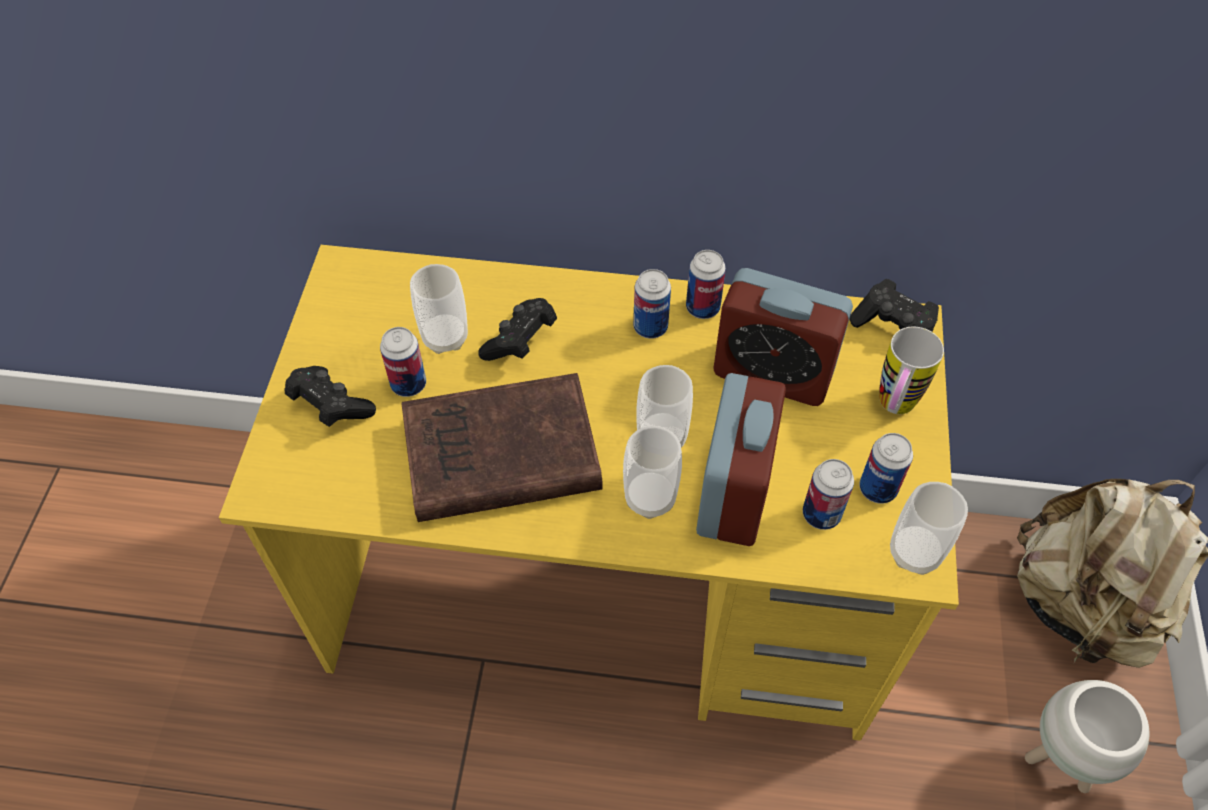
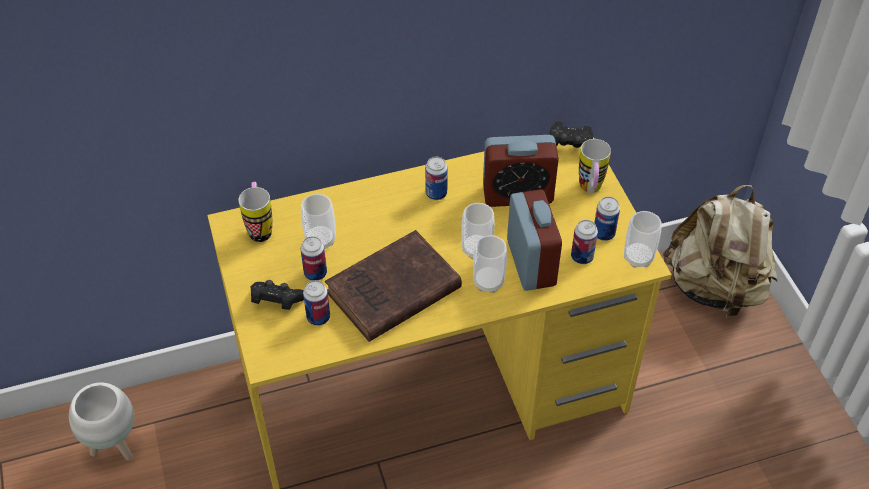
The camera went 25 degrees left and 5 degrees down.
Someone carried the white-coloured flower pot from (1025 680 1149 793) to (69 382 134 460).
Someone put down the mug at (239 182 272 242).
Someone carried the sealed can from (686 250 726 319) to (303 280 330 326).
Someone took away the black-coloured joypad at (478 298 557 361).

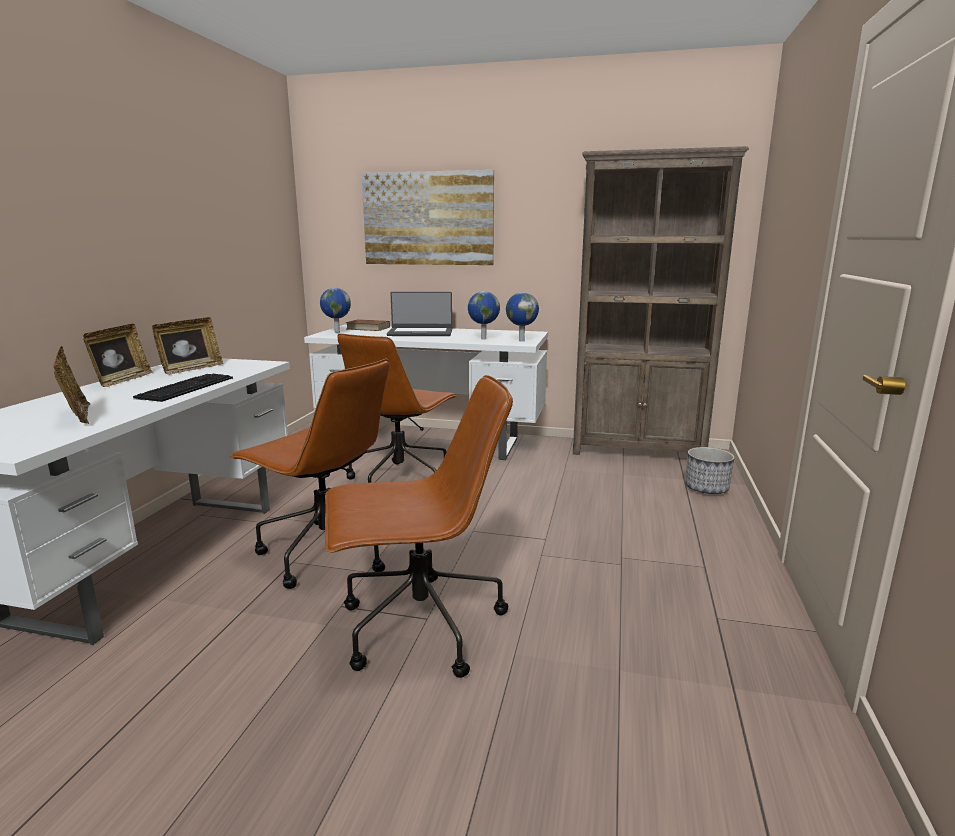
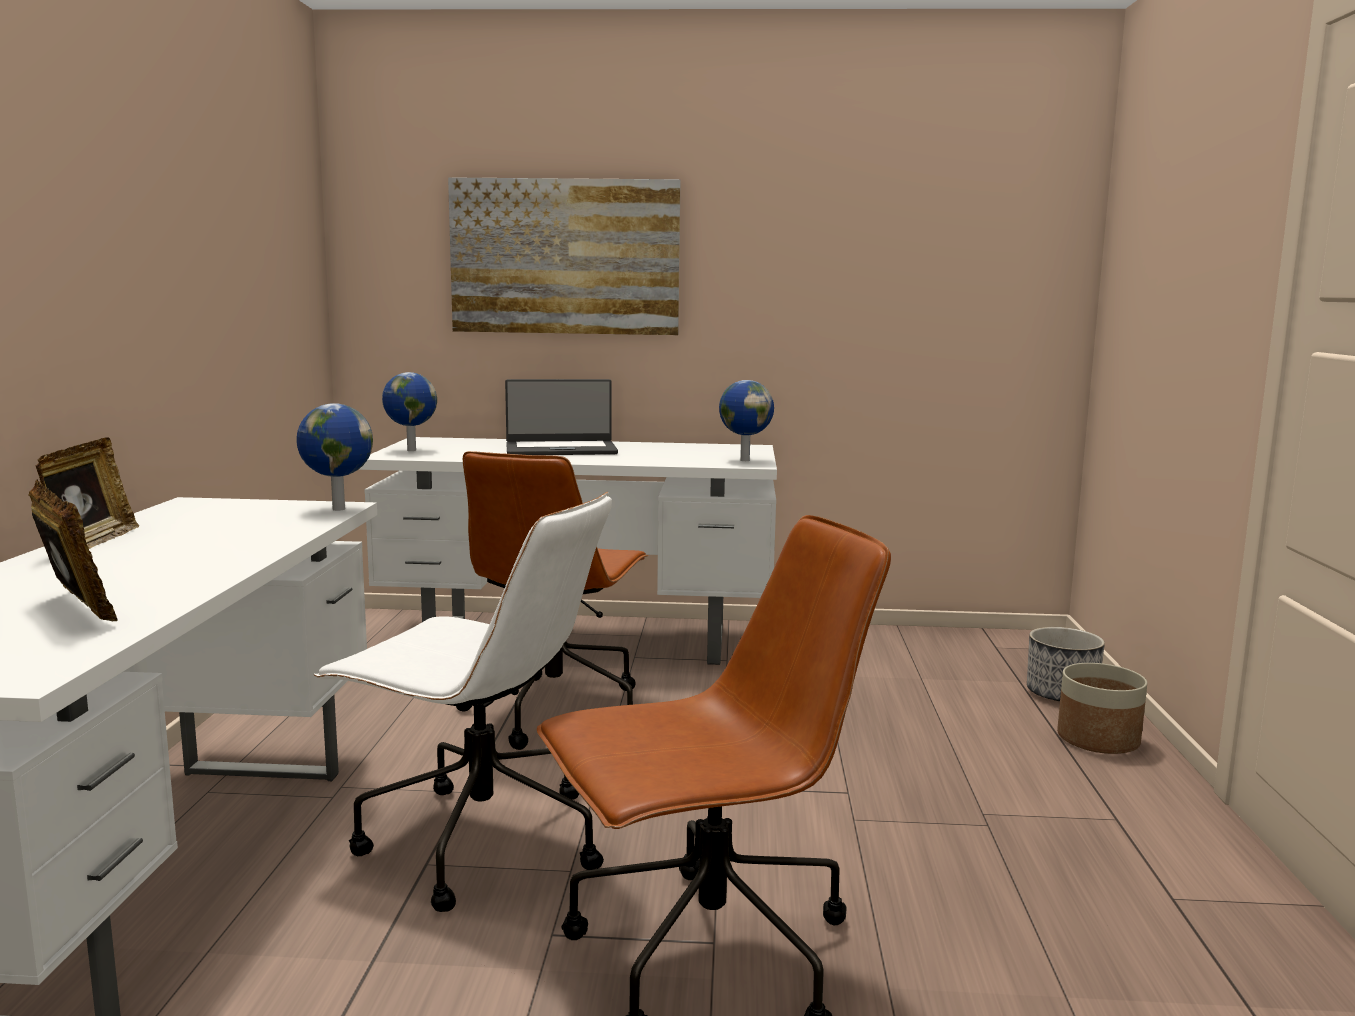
The camera went 10 degrees left and 5 degrees down.
Someone carried the desk globe from (468 291 500 339) to (296 403 373 511).
Someone repainted the brown office chair at (230 359 389 589), which became the white-coloured office chair at (314 492 612 912).
Someone put down the flower pot at (1057 663 1147 754).
Someone took away the keyboard at (133 374 233 402).
Someone took away the standing frame at (152 317 223 374).
Someone took away the brown book at (345 319 390 331).
Someone took away the brown bookcase at (573 146 749 455).

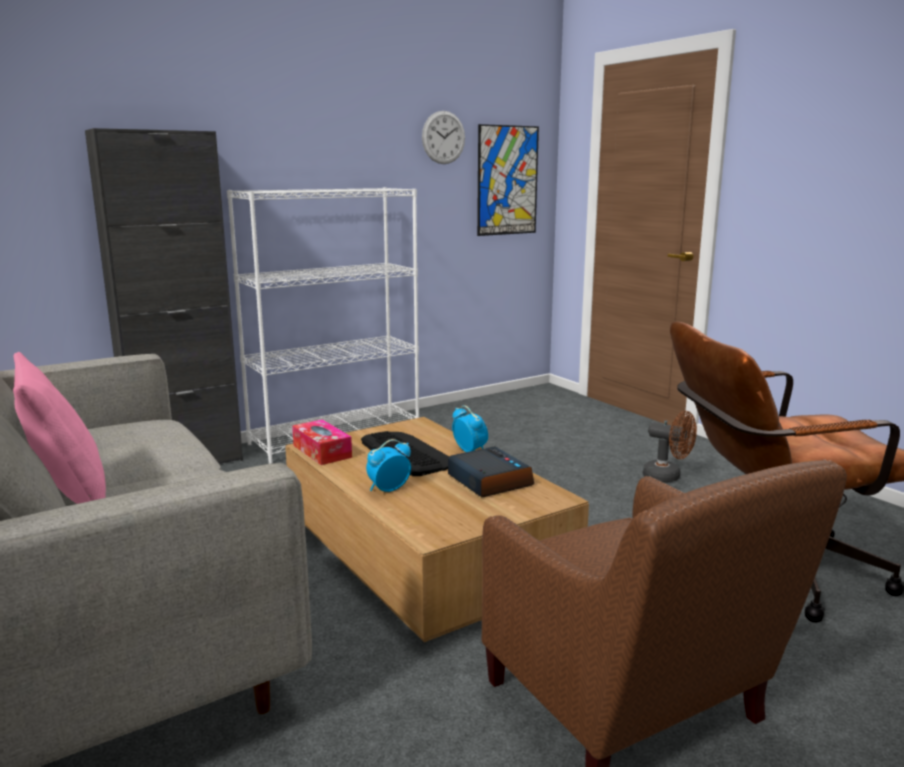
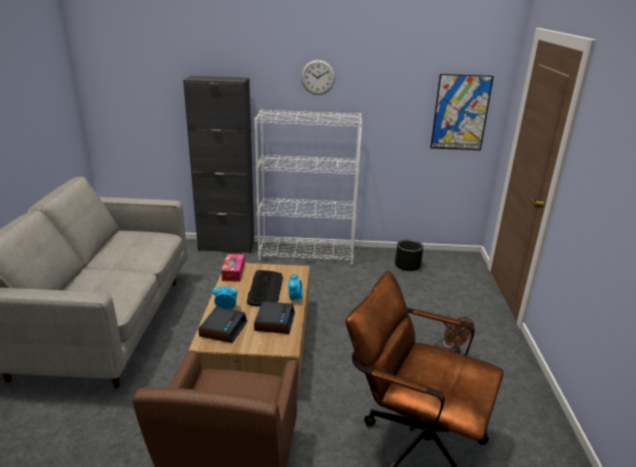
The camera went 35 degrees right and 10 degrees up.
Someone put down the bedside clock at (198 307 247 343).
Someone carried the wall clock from (422 111 465 164) to (301 60 335 95).
Someone put down the black-coloured flower pot at (395 239 424 271).
Someone took away the pinkish throw pillow at (13 352 106 504).

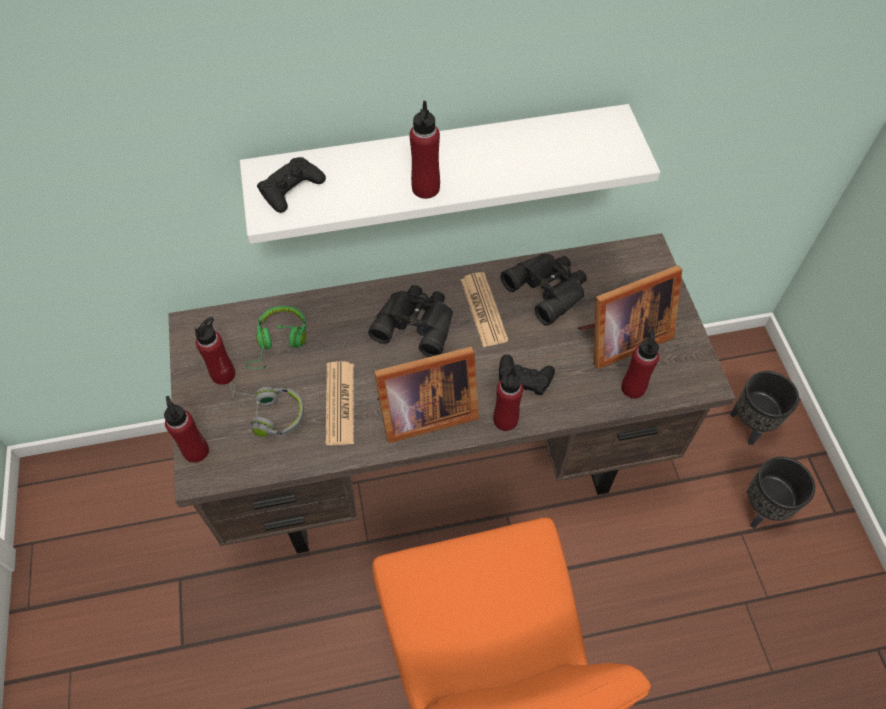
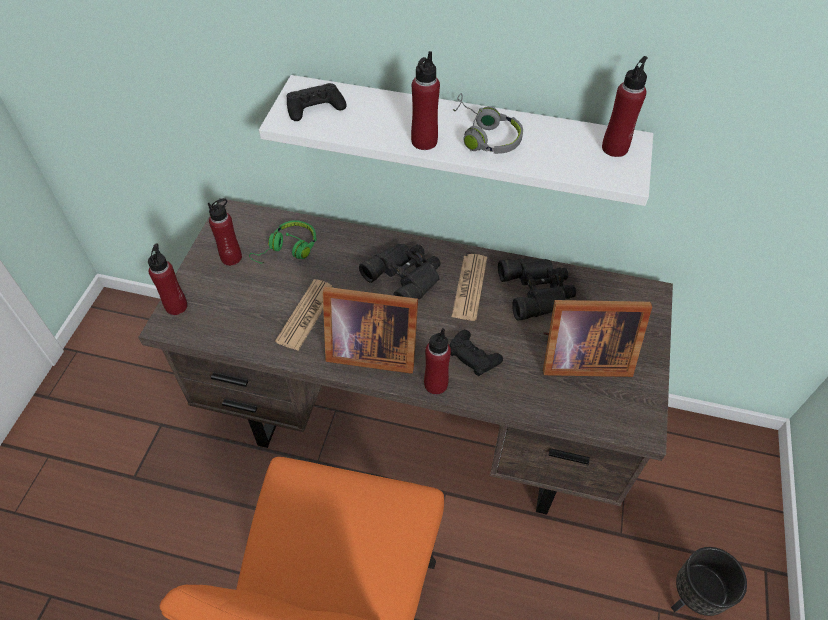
The camera went 25 degrees right and 5 degrees down.
Someone carried the greyish headphones from (230 381 304 437) to (453 93 523 154).
Someone carried the reddish beverage bottle from (621 329 659 399) to (602 56 648 157).
Someone took away the black-coloured flower pot at (730 371 799 445).

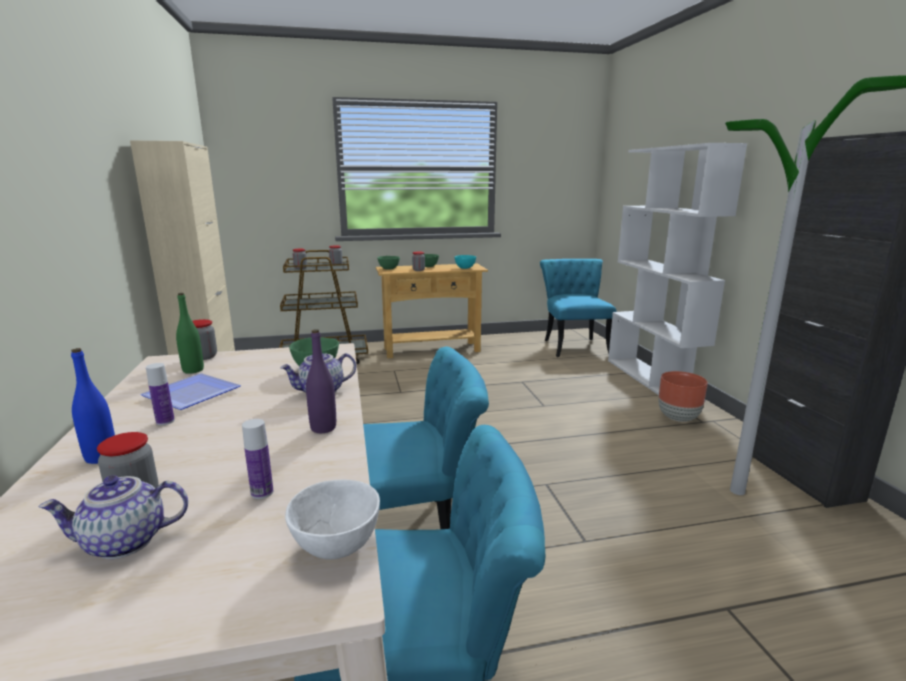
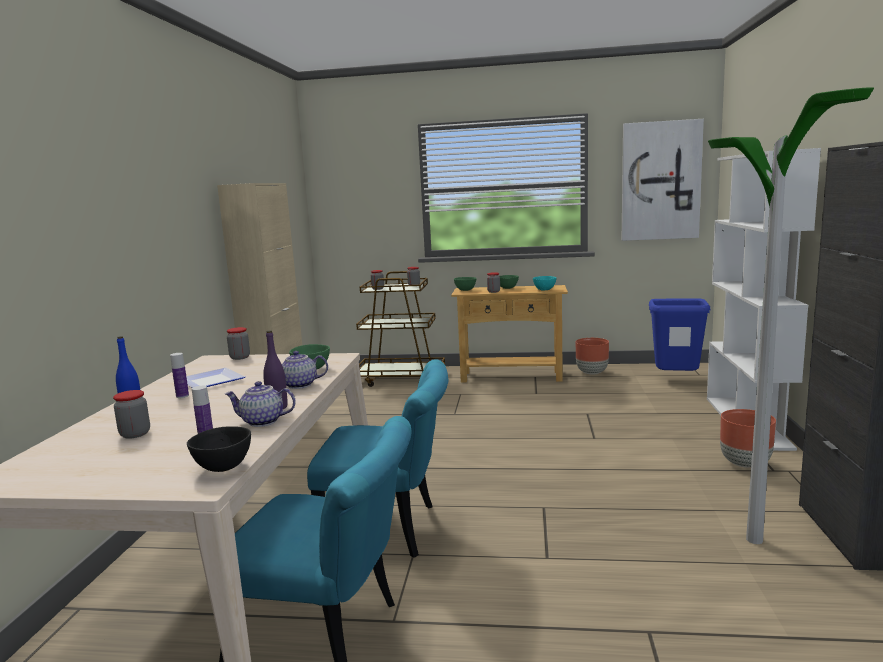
The camera went 20 degrees right and 5 degrees down.
Someone repainted the white-coloured deep dish at (285 479 380 560), which became the black-coloured deep dish at (187 426 251 472).
Someone carried the teapot from (38 475 188 559) to (225 381 296 427).
Someone put down the brown flower pot at (576 338 609 374).
Someone put up the wall picture at (622 119 704 241).
Someone swapped the blue-green upright chair at (540 259 616 357) for the bluish trash can at (649 298 710 371).
Someone took away the greenish beverage bottle at (176 293 204 374).

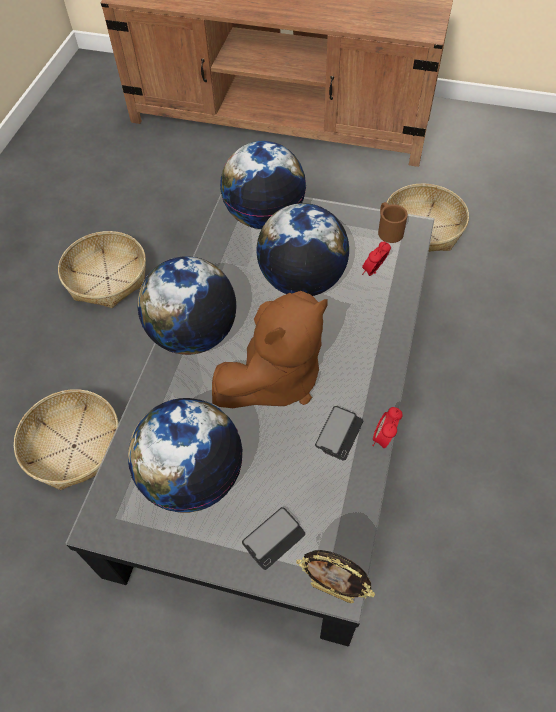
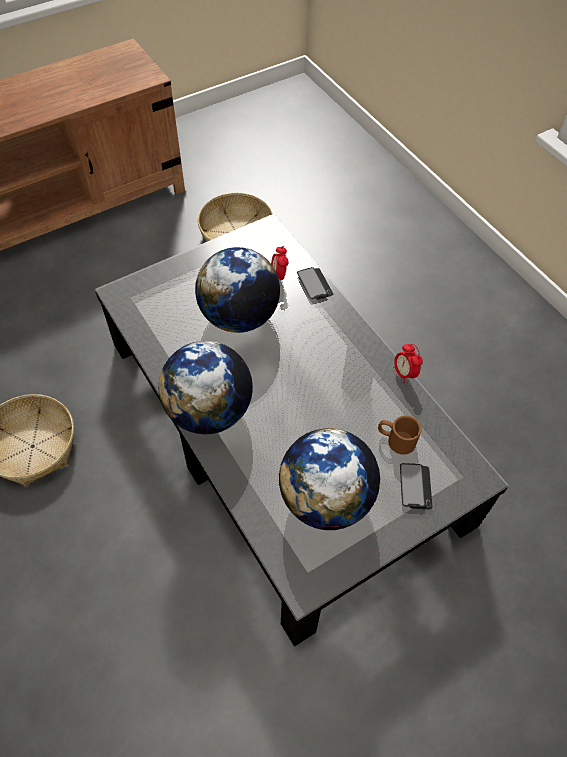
The camera went 50 degrees left and 0 degrees up.
Someone carried the phone from (315 406 363 460) to (297 267 333 300).
Someone carried the brown mug from (378 202 408 243) to (378 415 421 455).
Someone took away the household basket at (14 389 119 490).
Someone took away the brown cuddly toy at (212 291 328 408).
Someone took away the desk globe at (220 141 306 229).
Someone took away the standing frame at (296 550 375 603).

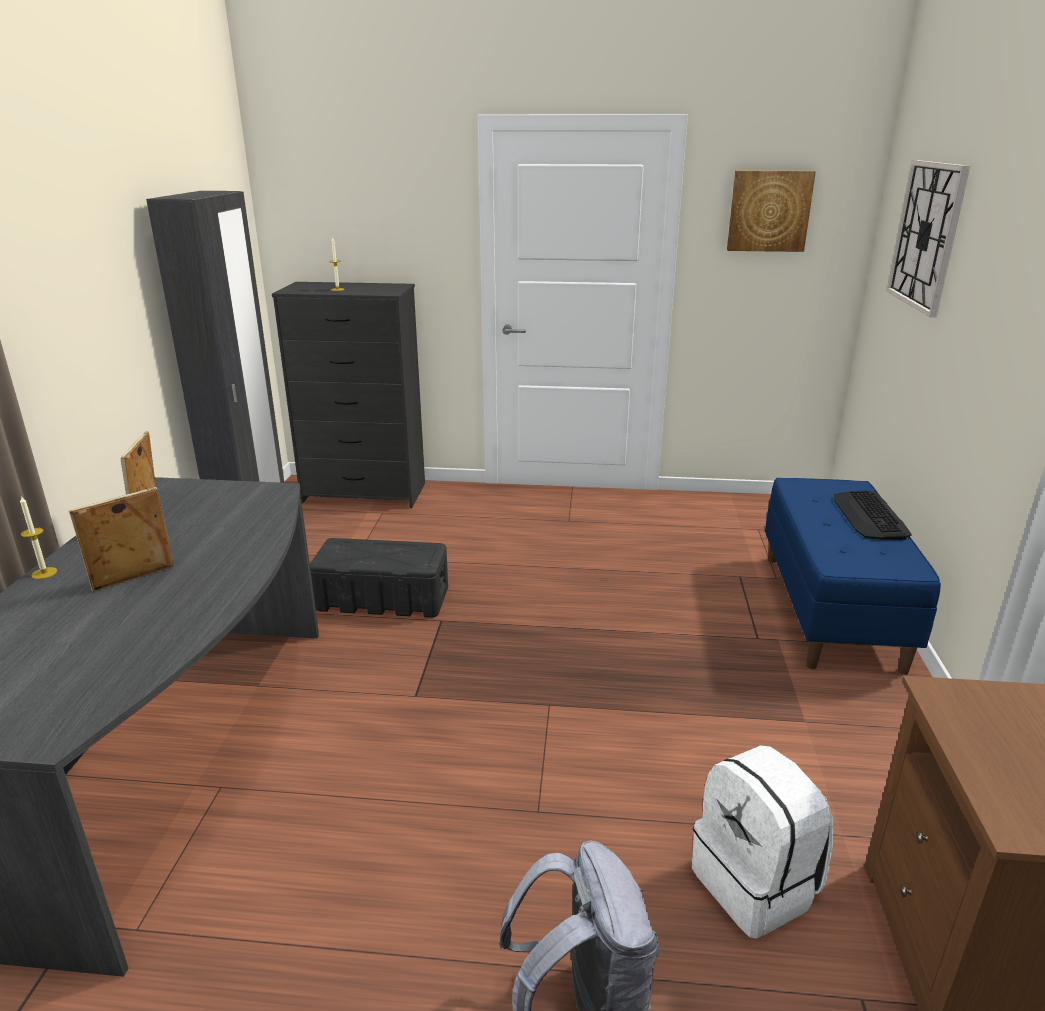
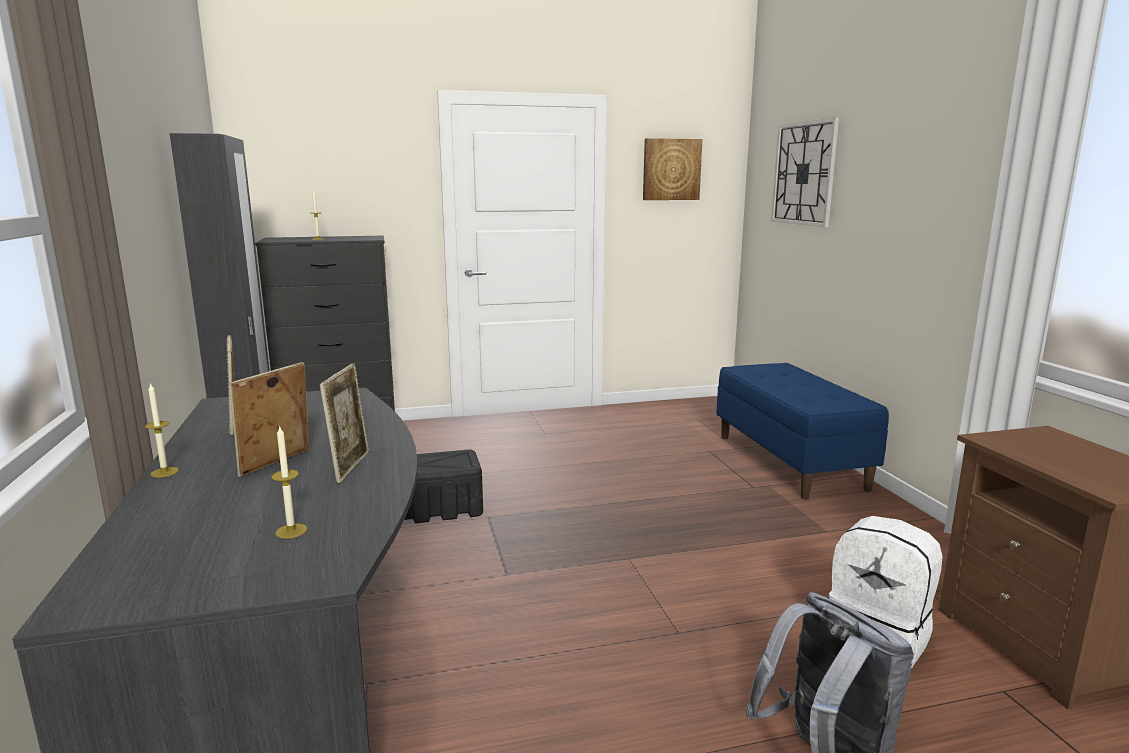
The camera went 20 degrees left and 10 degrees down.
Someone put down the candle at (271 425 307 539).
Someone put down the standing frame at (320 363 369 483).
Someone took away the keyboard at (834 491 912 540).

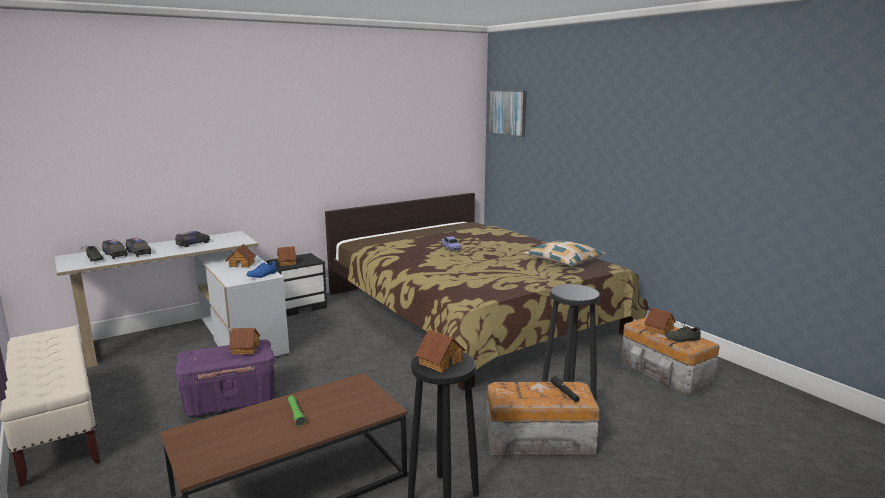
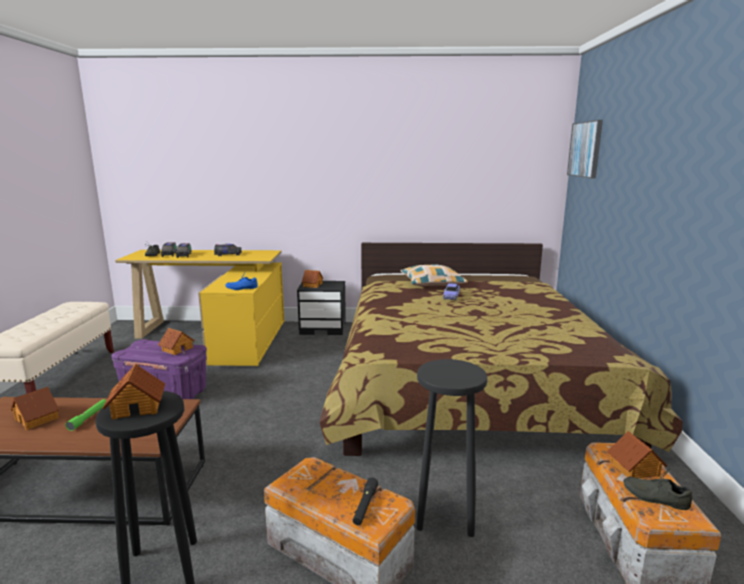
The camera went 35 degrees right and 0 degrees up.
Someone carried the miniature house from (226 244 256 268) to (11 387 59 430).
Someone repainted the white-coloured desk at (55 231 290 368), which became the yellowish desk at (115 250 284 366).
Someone carried the throw pillow from (525 241 605 266) to (400 264 468 286).

